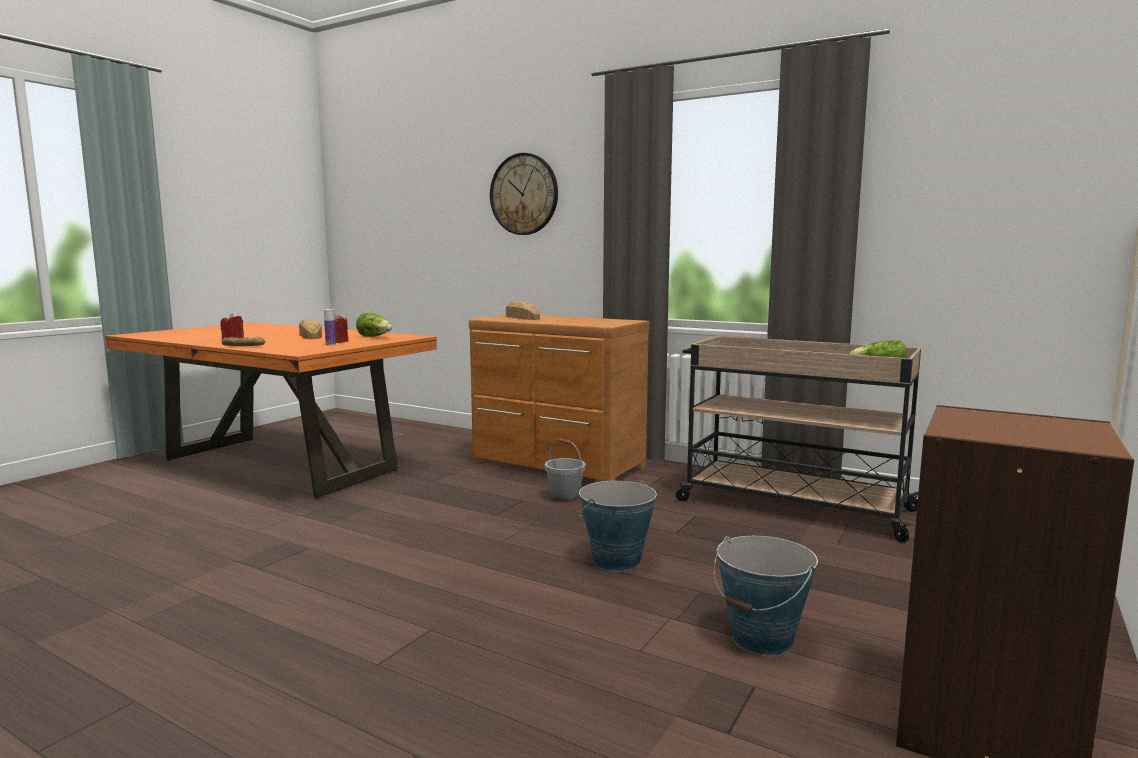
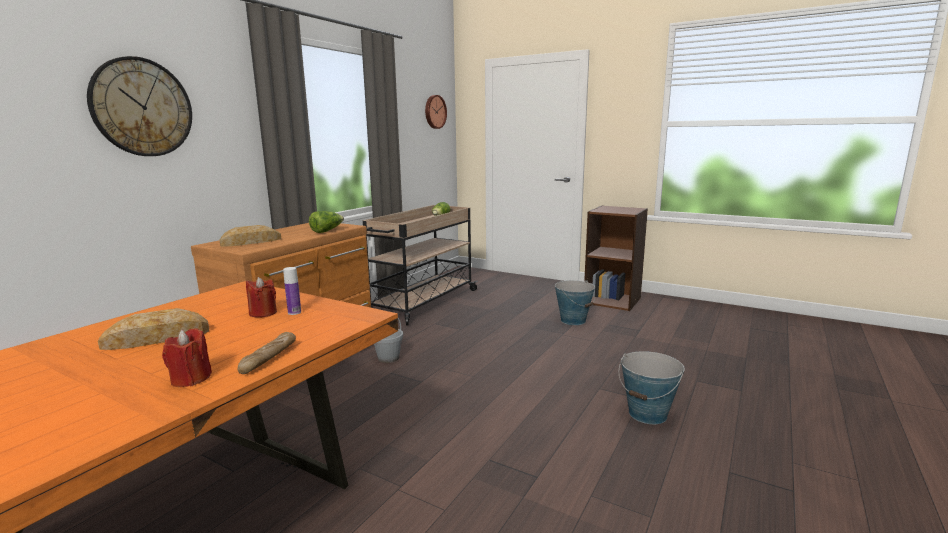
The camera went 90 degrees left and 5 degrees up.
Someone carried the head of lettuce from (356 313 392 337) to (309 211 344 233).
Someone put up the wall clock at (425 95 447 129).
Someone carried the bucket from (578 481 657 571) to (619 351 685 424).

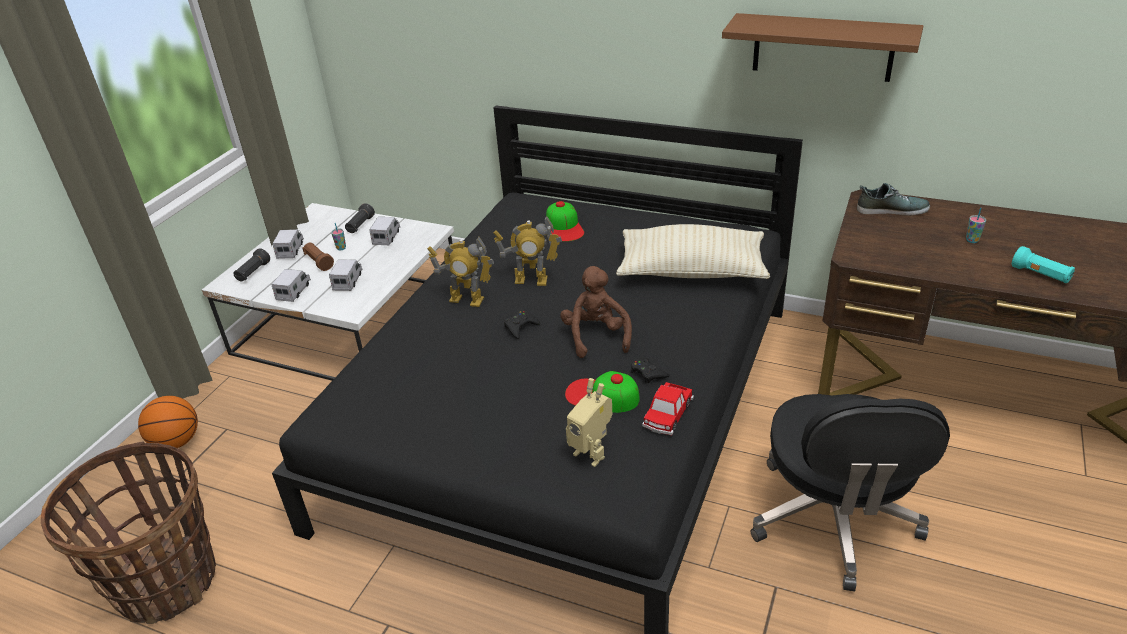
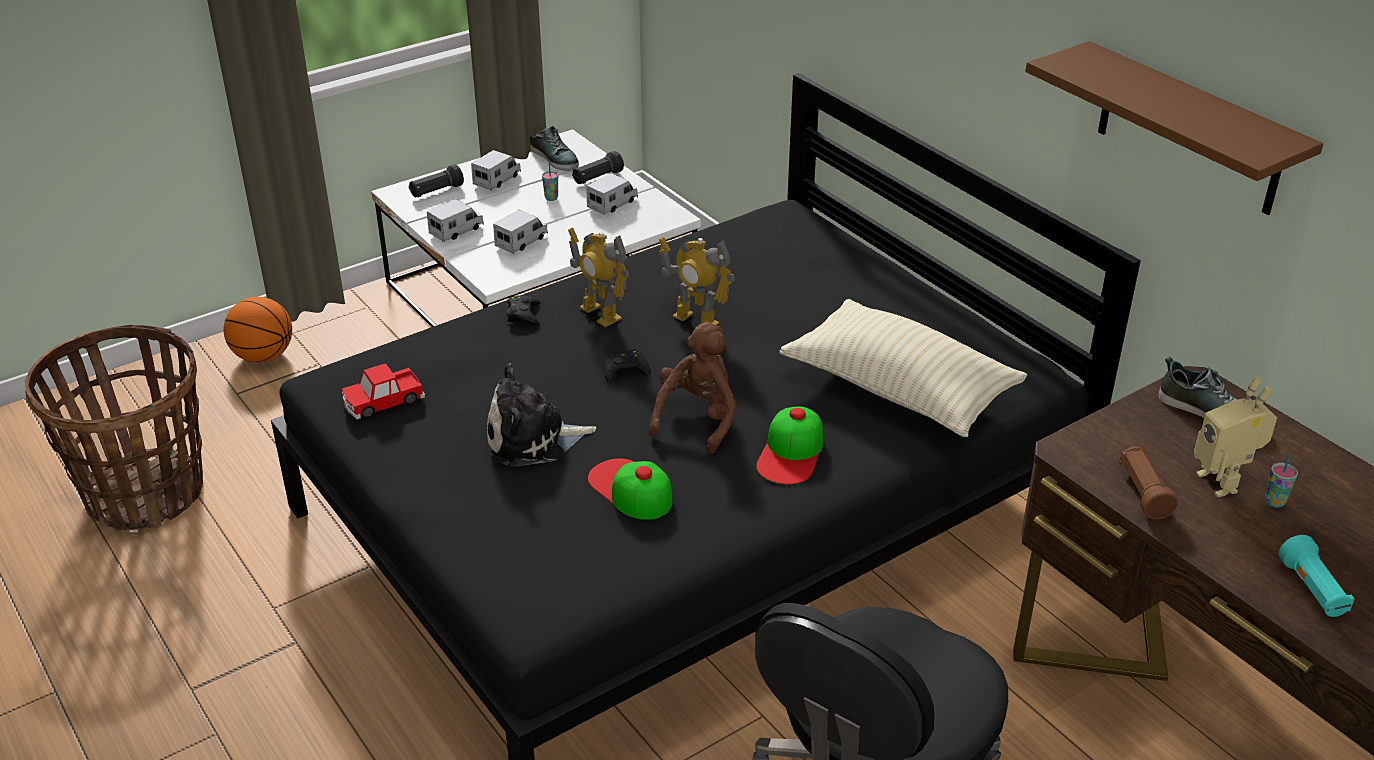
The camera went 30 degrees right and 0 degrees up.
Someone carried the miniature car from (642 382 694 435) to (342 363 425 420).
Someone put down the cuddly toy at (487 363 597 466).
Someone carried the black-coloured joypad from (631 357 670 384) to (506 295 541 325).
Someone put down the low shoe at (530 126 579 171).
Someone carried the cap from (546 201 584 242) to (756 406 823 485).
Someone carried the brown flashlight from (302 243 334 271) to (1119 446 1178 519).
Someone carried the toy robot from (566 378 612 467) to (1194 376 1277 497).

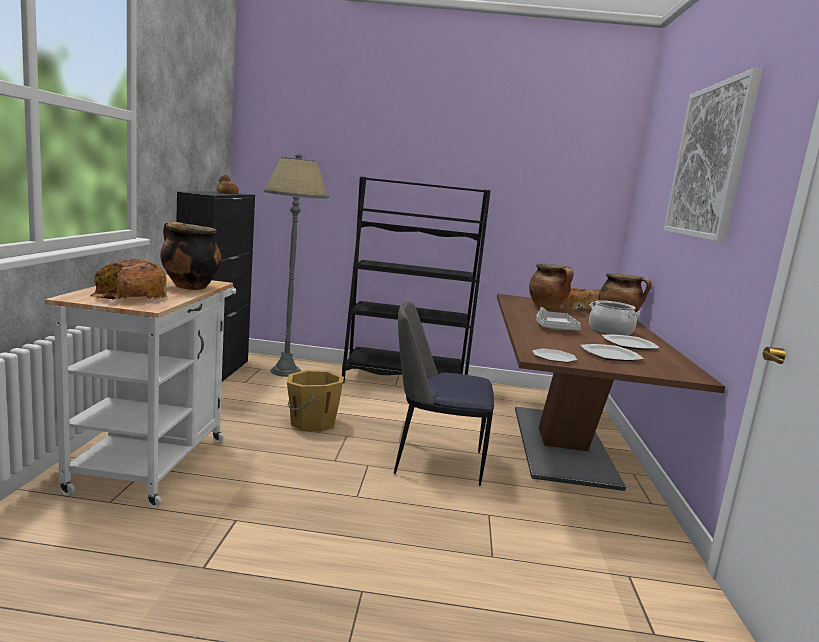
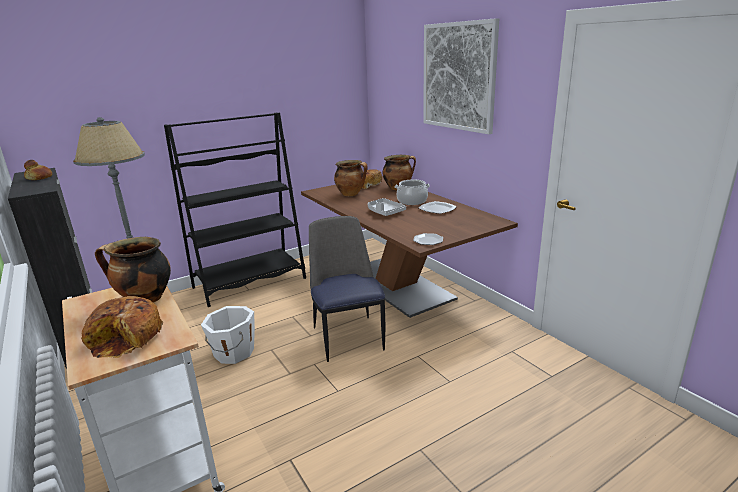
The camera went 35 degrees left and 10 degrees up.
Someone repainted the orangey bucket at (287 370 344 432), which became the white-coloured bucket at (201 306 255 364).
Someone rotated the upright chair at (394 302 494 486) by 105 degrees clockwise.
Someone took away the dinner plate at (580 344 644 361).

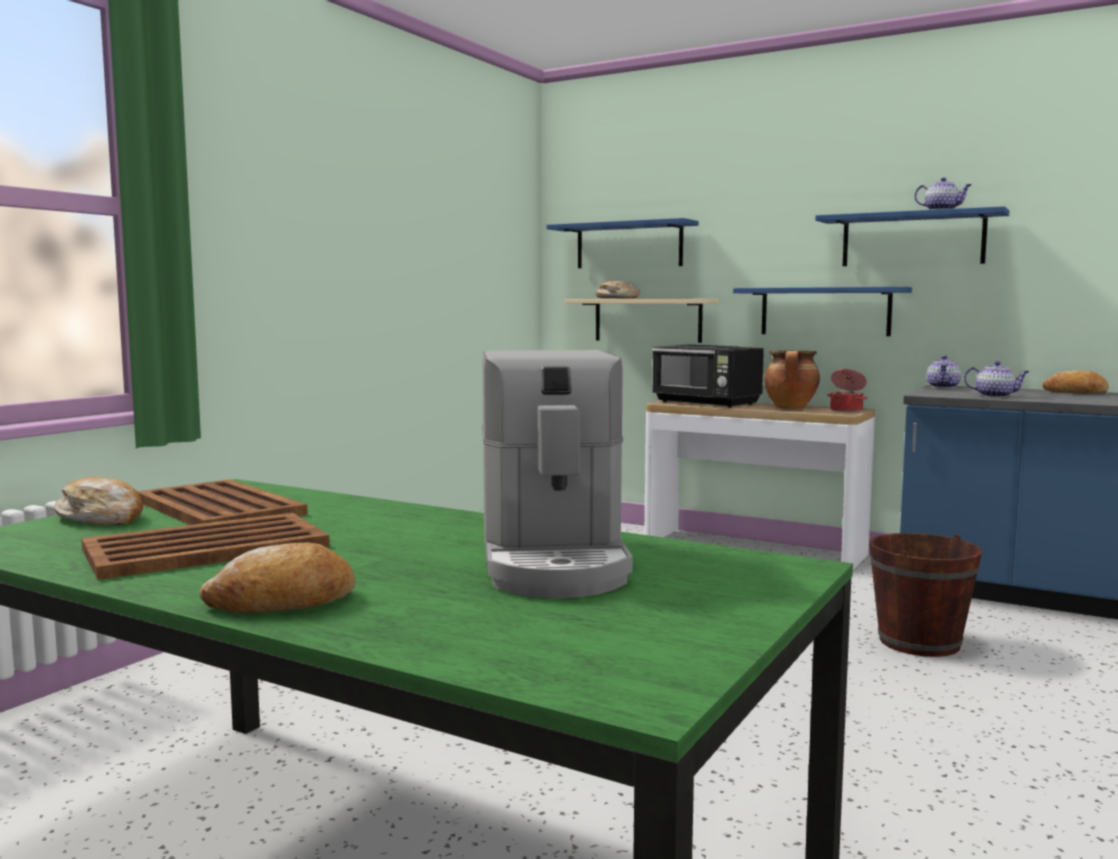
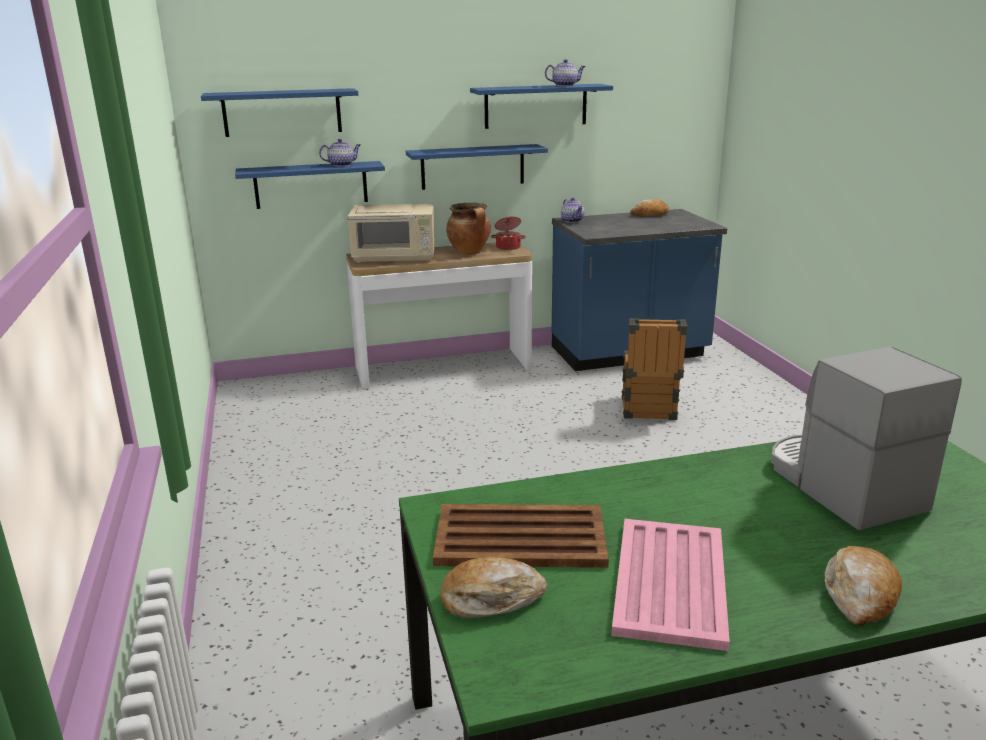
The camera went 45 degrees left and 15 degrees up.
Someone repainted the beige-coloured wall shelf at (565 299 718 343), which became the bluish wall shelf at (235 161 385 209).
Someone carried the teapot from (964 361 1030 397) to (319 139 361 166).
Someone repainted the black-coloured microwave oven at (652 345 764 408), which became the beige-coloured microwave oven at (348 203 435 263).
Someone repainted the brown serving tray at (81 513 330 580), which became the pinkish serving tray at (611 519 730 651).
Someone swapped the brown bucket at (869 533 982 657) for the shipping crate at (622 318 687 420).
Someone rotated the coffee machine at (482 350 633 598) by 150 degrees counterclockwise.
Someone took away the bread at (596 281 640 299).

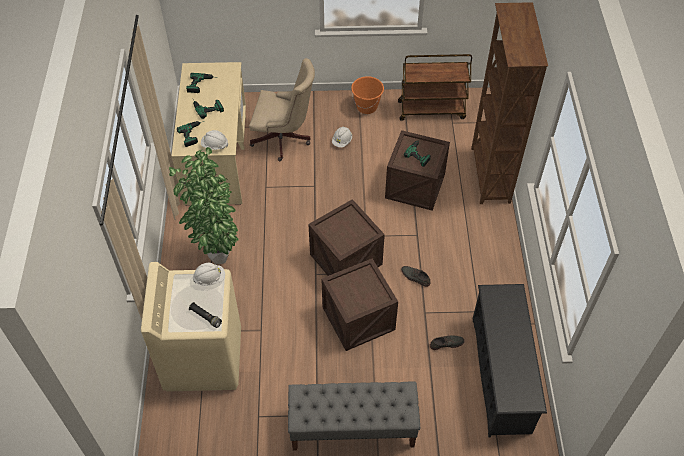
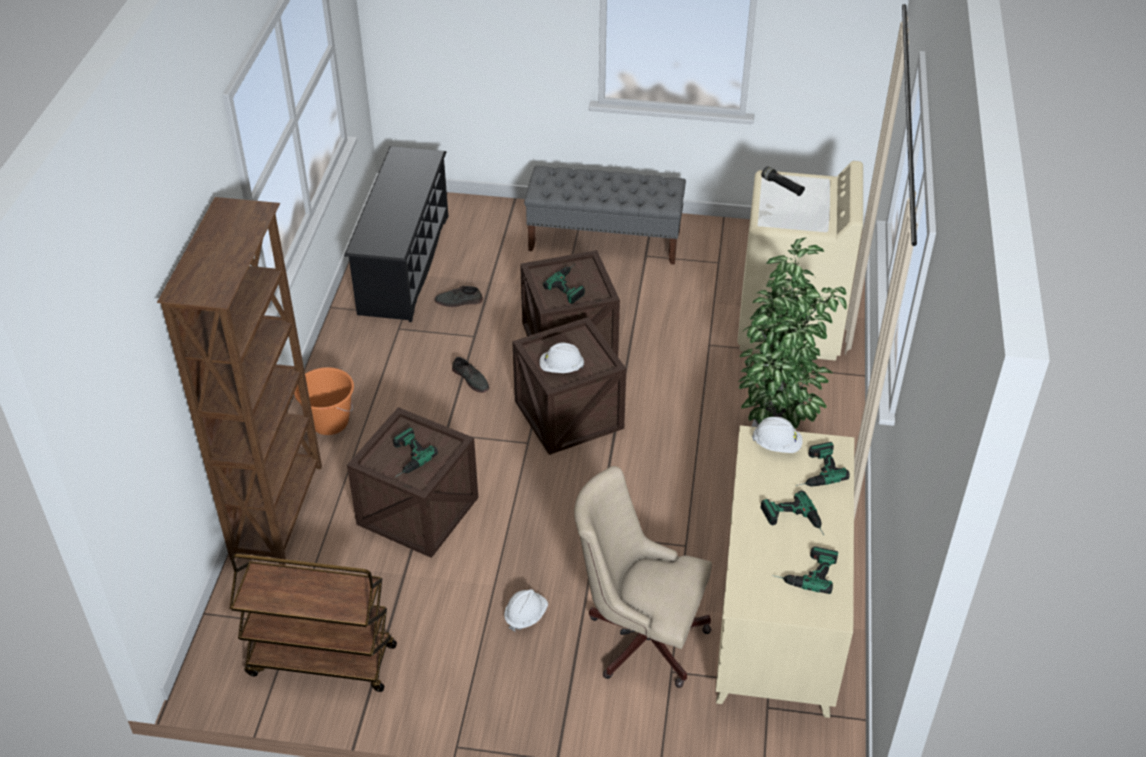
The camera went 170 degrees left and 10 degrees down.
Someone carried the orangey bucket from (351 76 384 114) to (294 367 354 435).
Someone carried the white-coloured hard hat from (193 263 225 286) to (539 343 584 373).
Someone put down the power drill at (543 264 585 304).

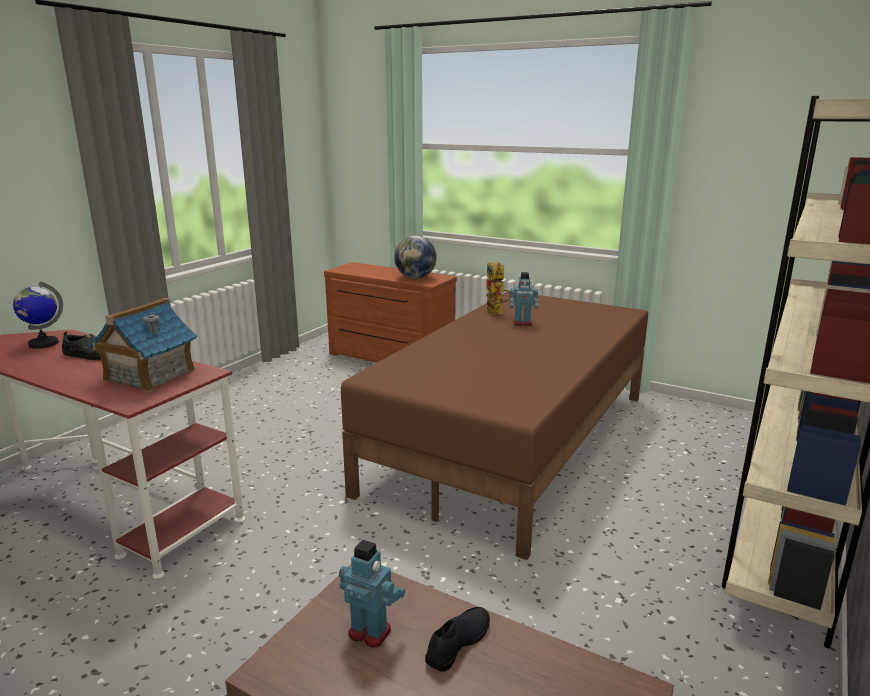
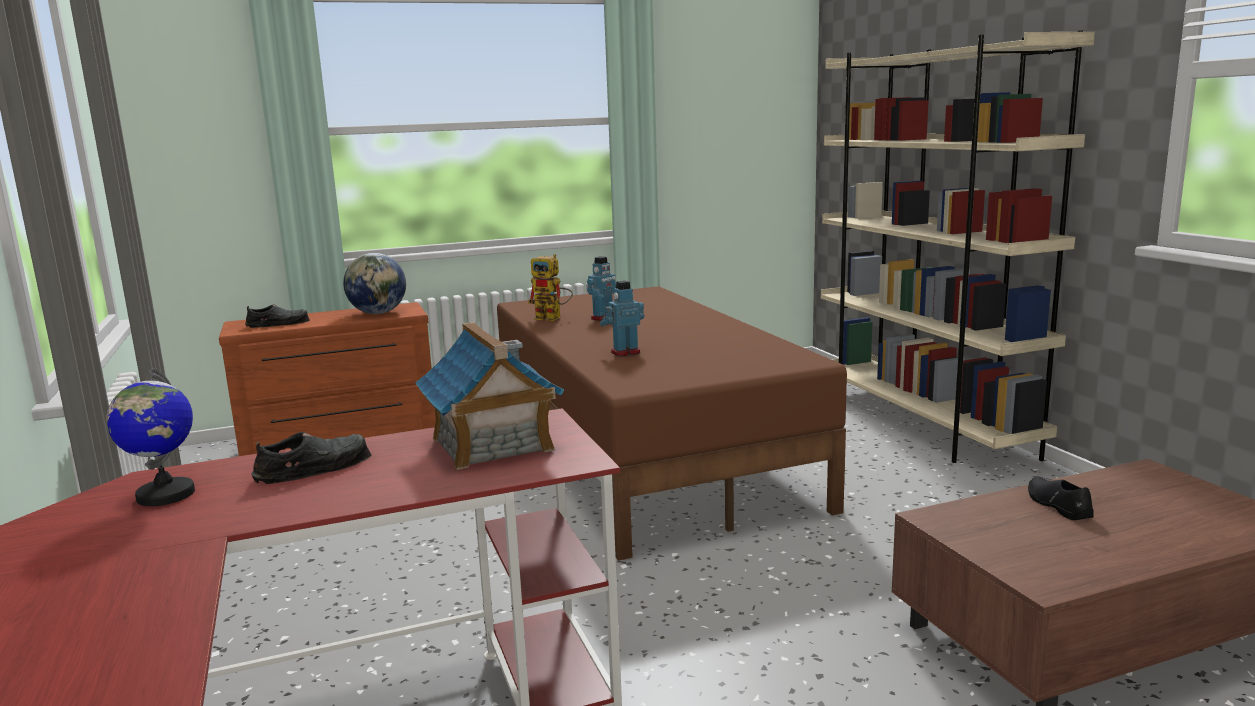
The camera went 50 degrees left and 5 degrees down.
Someone put down the black-coloured low shoe at (245 304 310 328).
Someone carried the toy robot from (339 540 405 648) to (600 280 644 356).

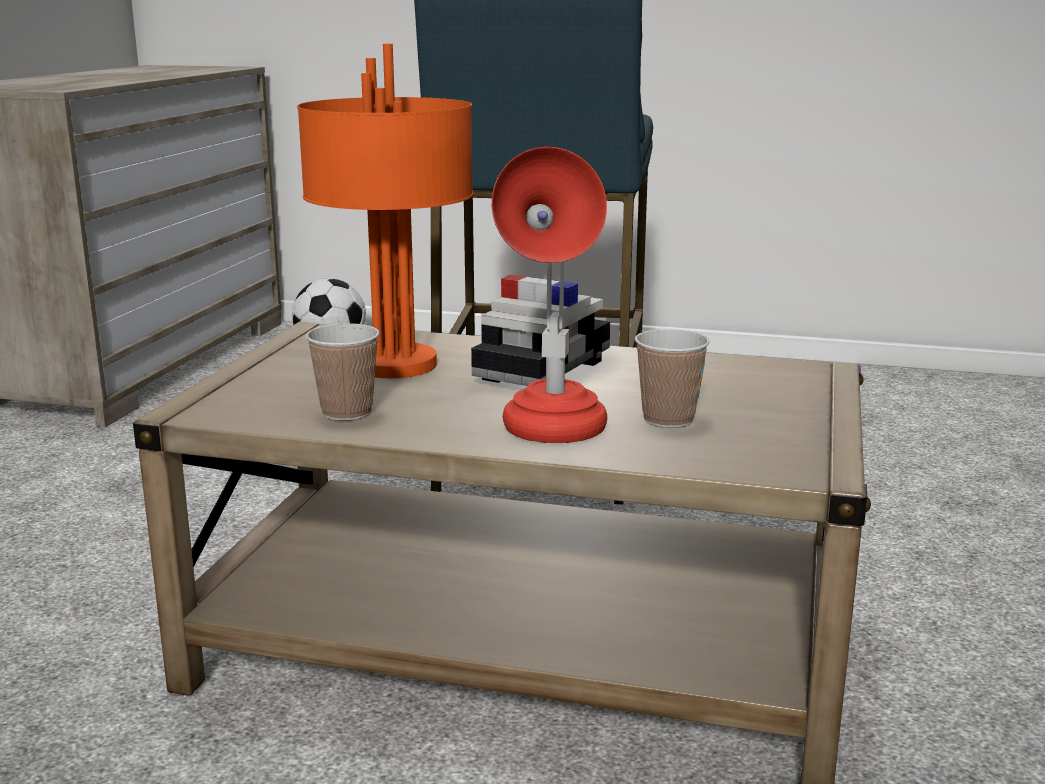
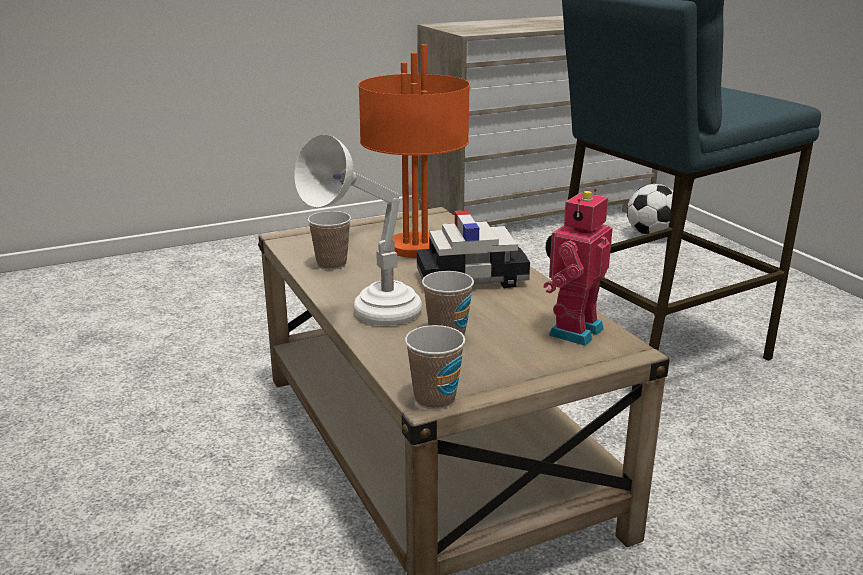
The camera went 50 degrees right and 5 degrees up.
Someone repainted the reddish table lamp at (492 147 607 443), which became the white-coloured table lamp at (294 134 422 325).
Someone put down the cup at (405 325 465 409).
Someone put down the toy robot at (543 188 613 346).

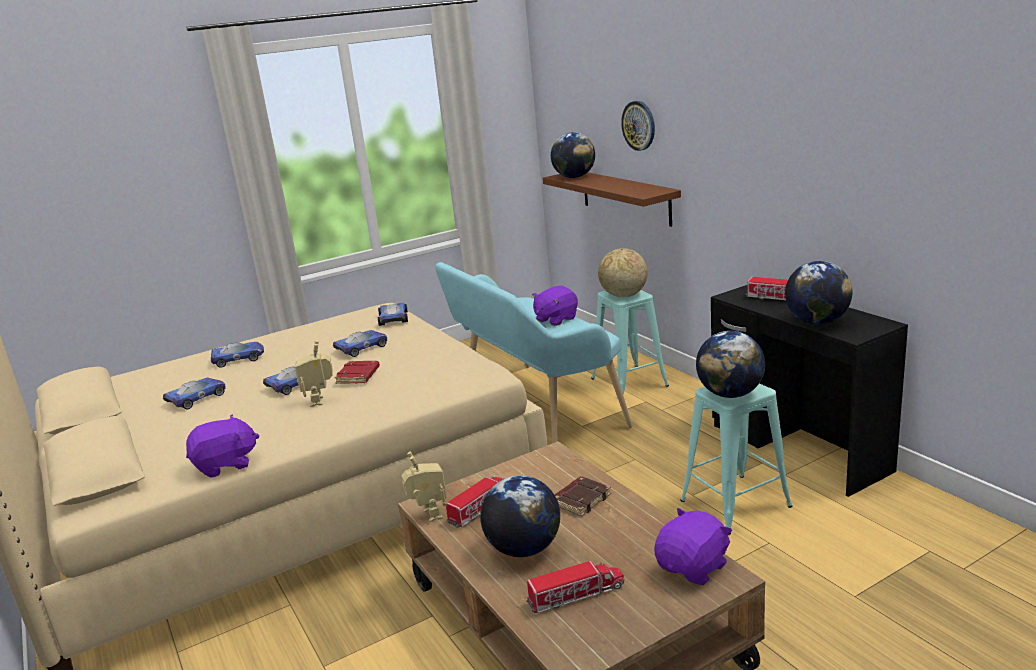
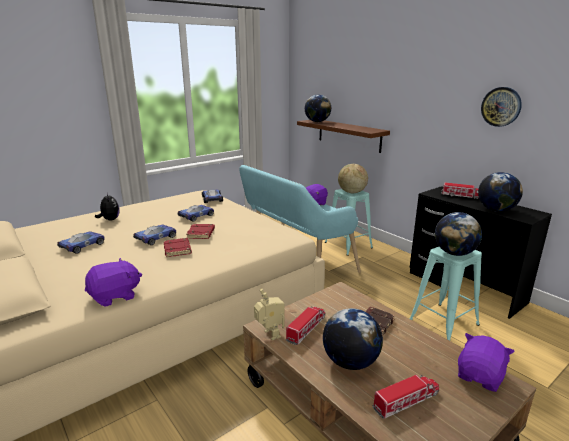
The camera went 10 degrees left and 0 degrees up.
Someone swapped the miniature car at (211 342 264 368) for the cuddly toy at (95 192 120 221).
Someone swapped the toy robot at (295 341 333 407) for the reddish book at (164 238 192 257).
Someone carried the wall clock from (621 101 655 151) to (481 87 522 127).

